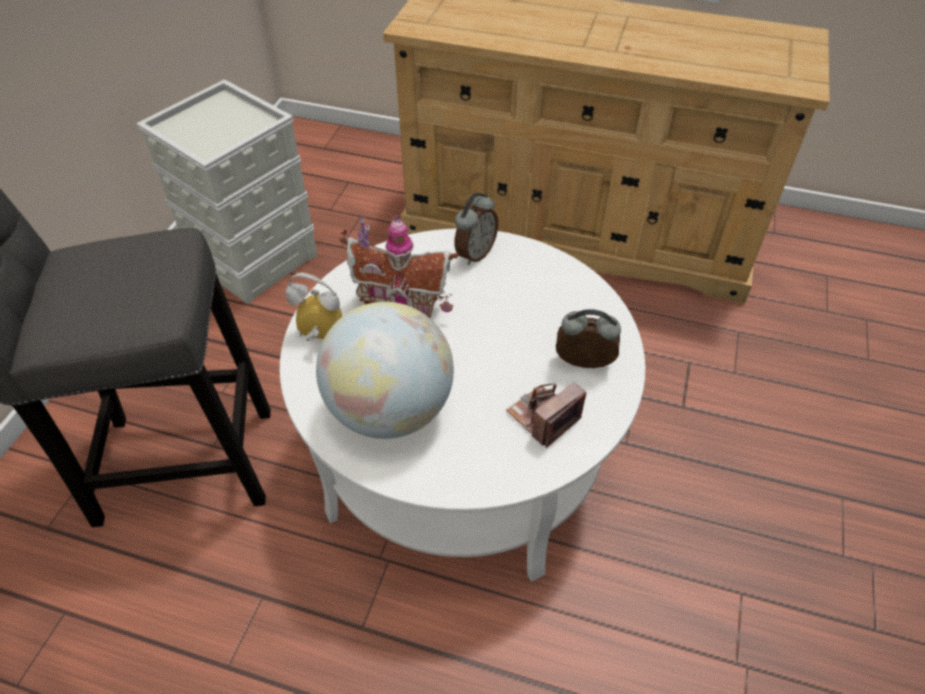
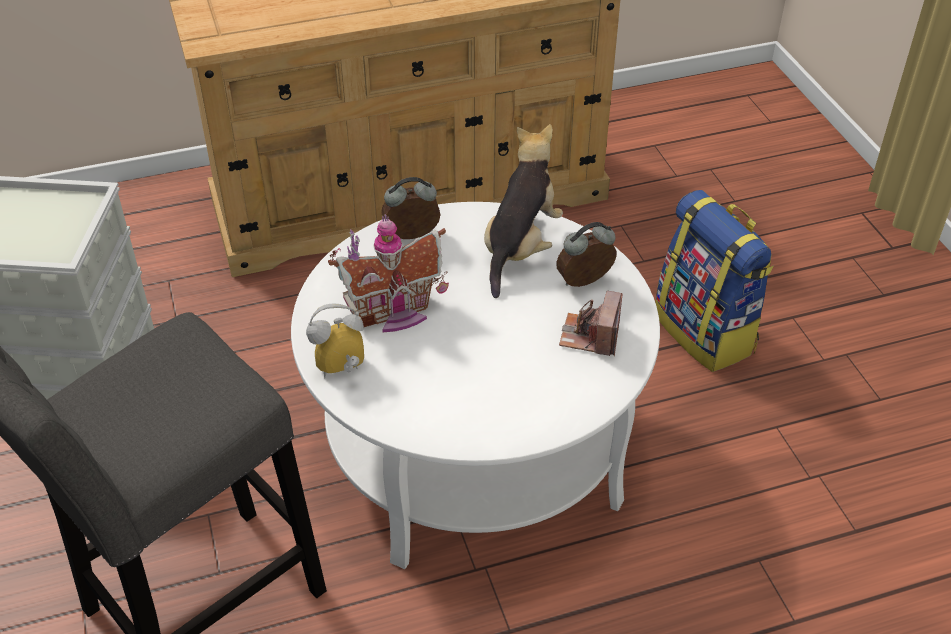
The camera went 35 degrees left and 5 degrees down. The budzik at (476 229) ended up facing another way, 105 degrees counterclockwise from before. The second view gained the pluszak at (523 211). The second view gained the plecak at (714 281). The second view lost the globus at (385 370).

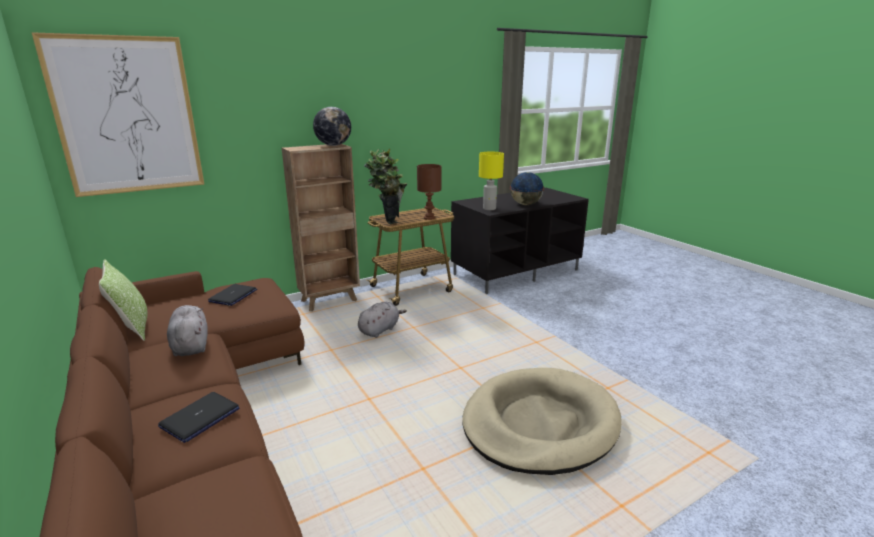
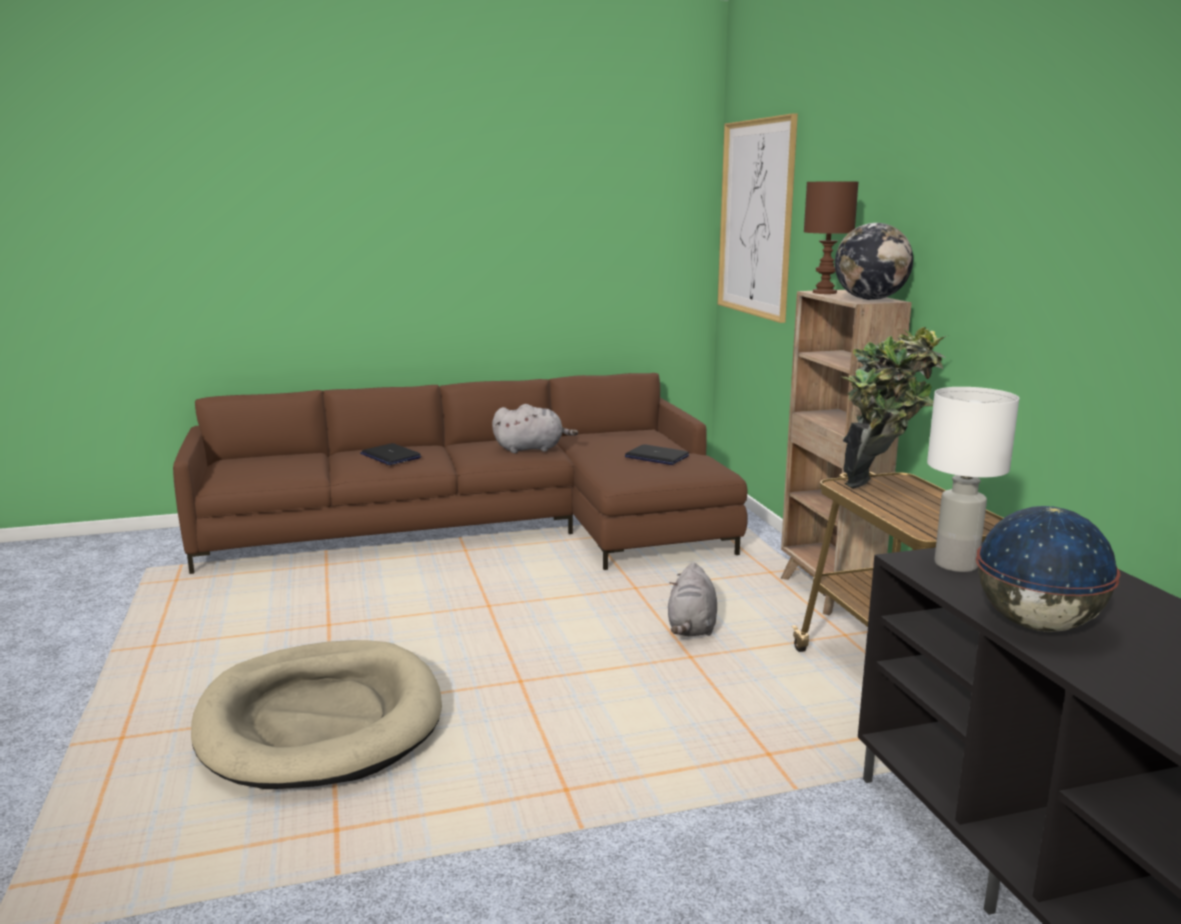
The camera went 105 degrees right and 5 degrees down. The pluszak [szary] at (382 319) ended up facing another way, 45 degrees clockwise from before. The lampa stołowa [brązowy] ended up elsewhere, having gone from (429 192) to (831 238). What was the lampa stołowa [żółty] at (491 181) turned into the lampa stołowa [biały] at (973 479). The second view lost the poduszka at (123 300).

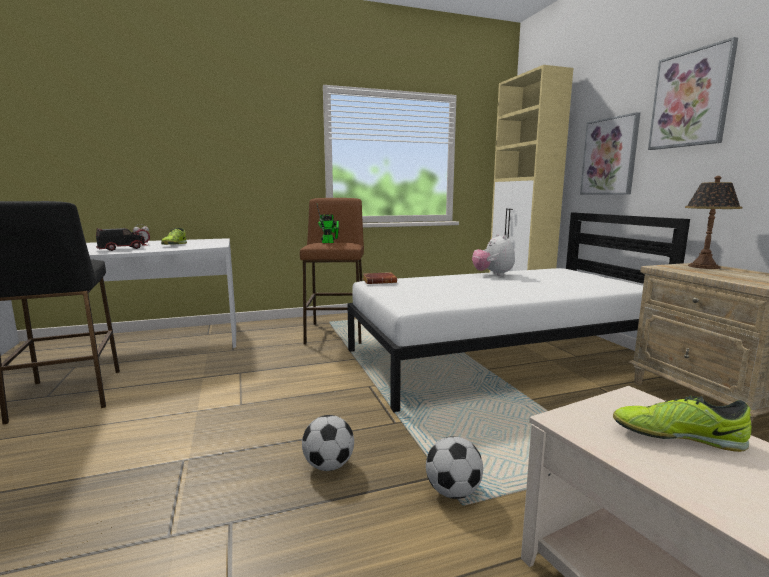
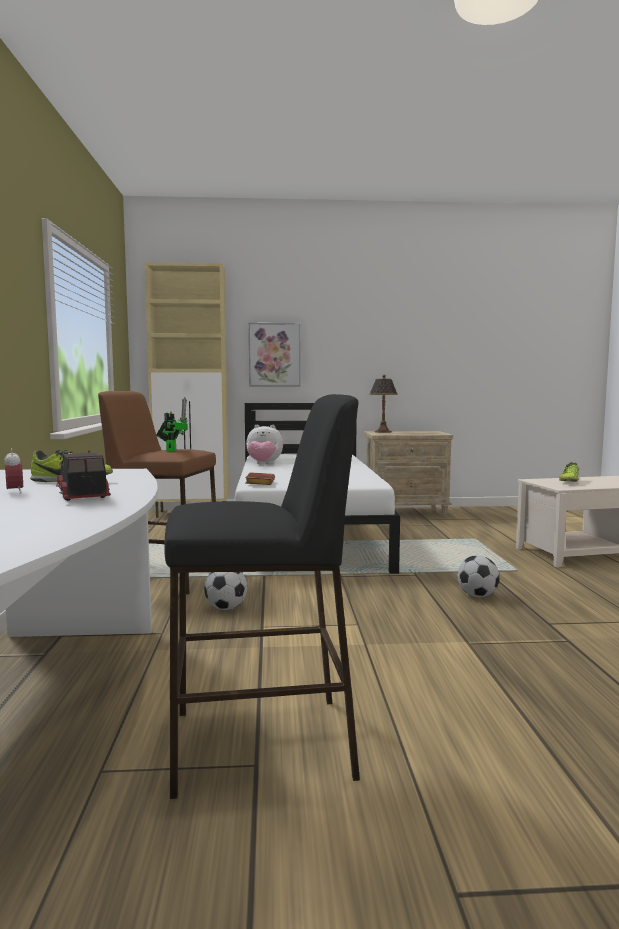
The camera went 75 degrees left and 5 degrees down. The piłka futbolowa ended up elsewhere, having gone from (454 467) to (225 591). The second view lost the obraz at (693 93).

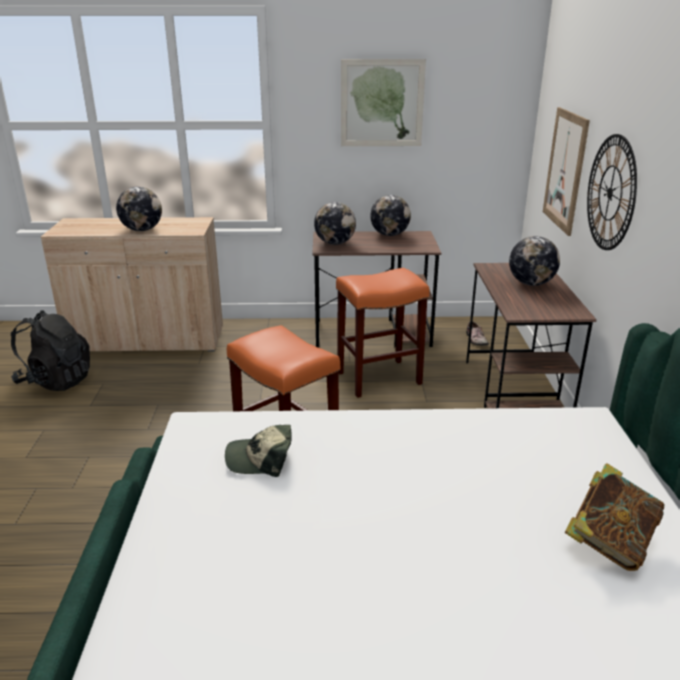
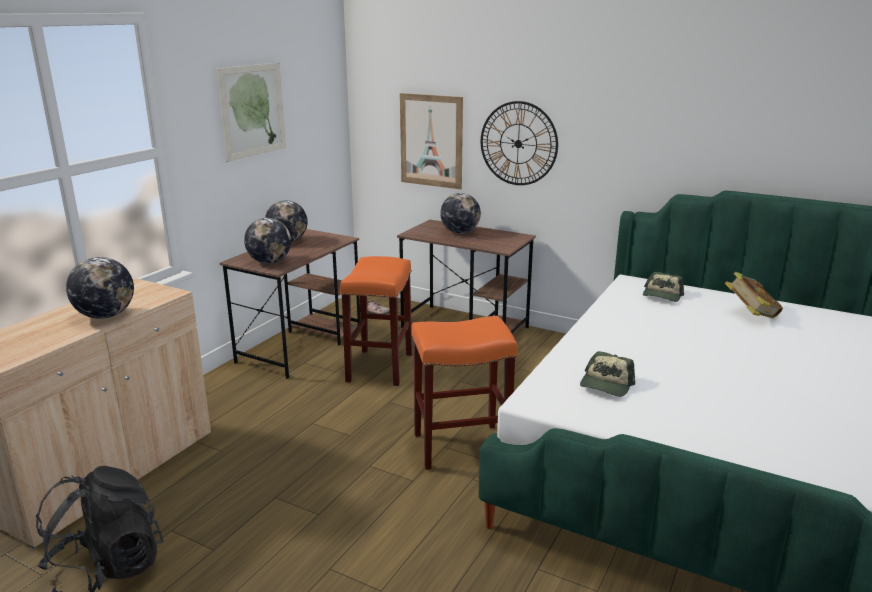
The camera went 60 degrees left and 5 degrees down. The second view gained the czapka z daszkiem at (663 287).

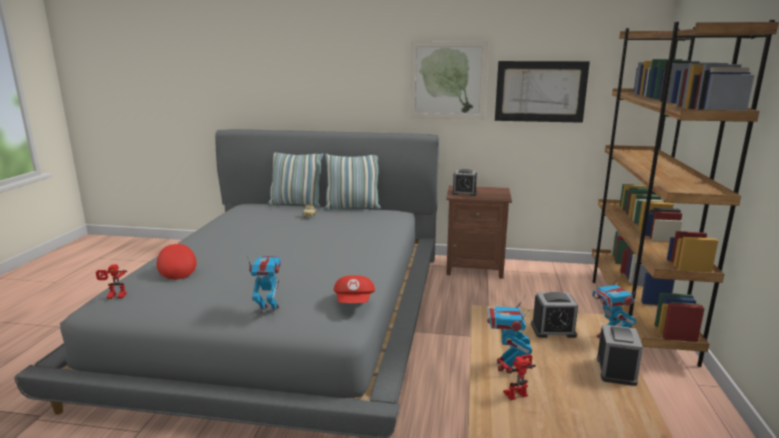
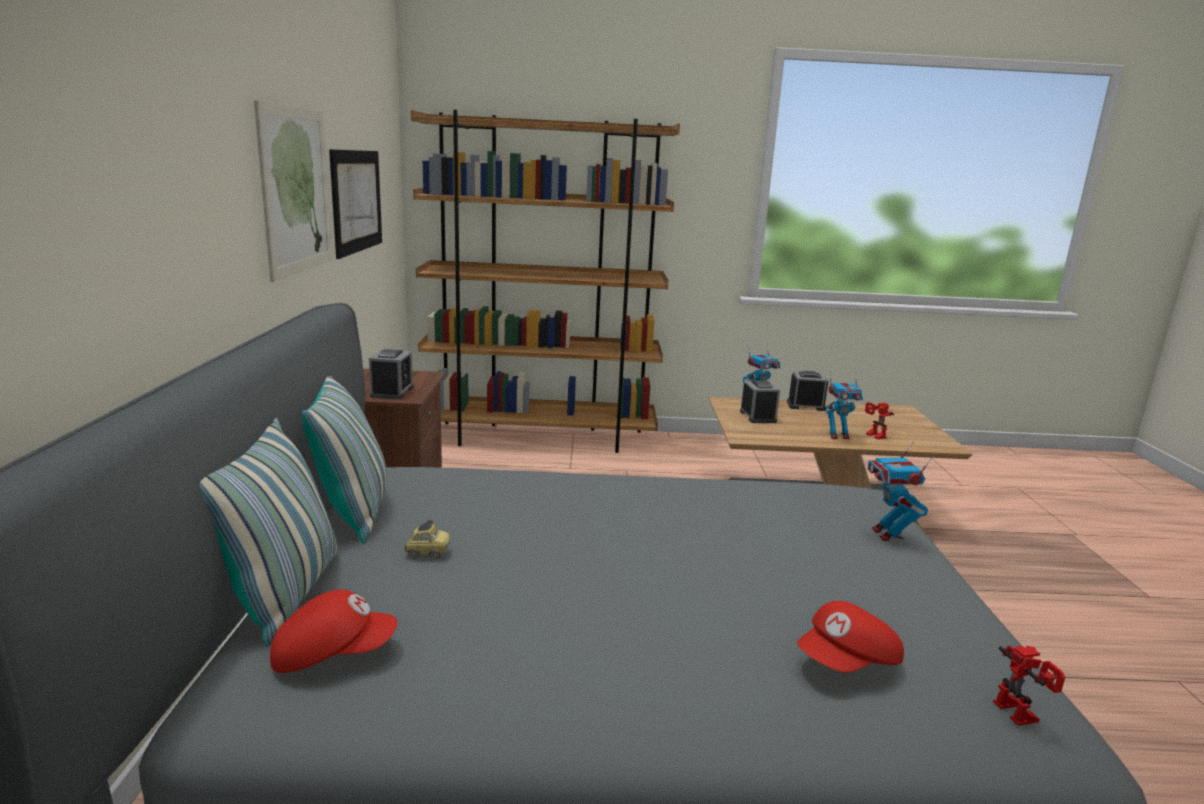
The camera went 100 degrees left and 0 degrees up. The czapka z daszkiem [czerwony] ended up elsewhere, having gone from (354 289) to (333 631).

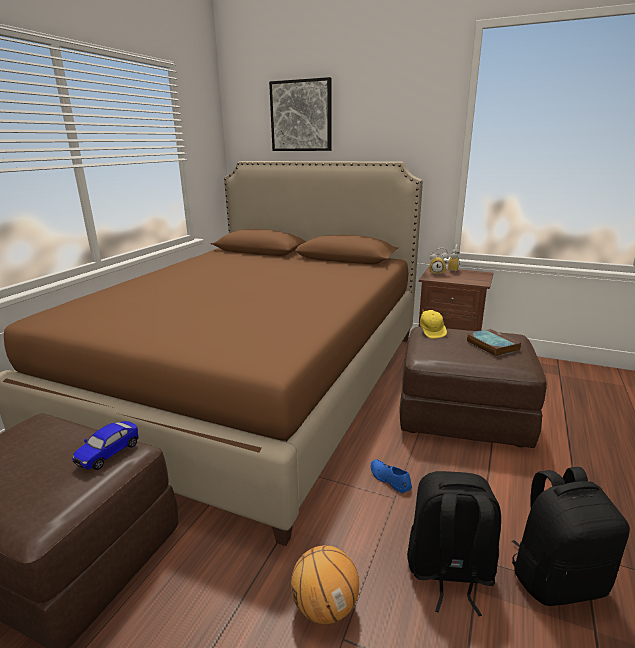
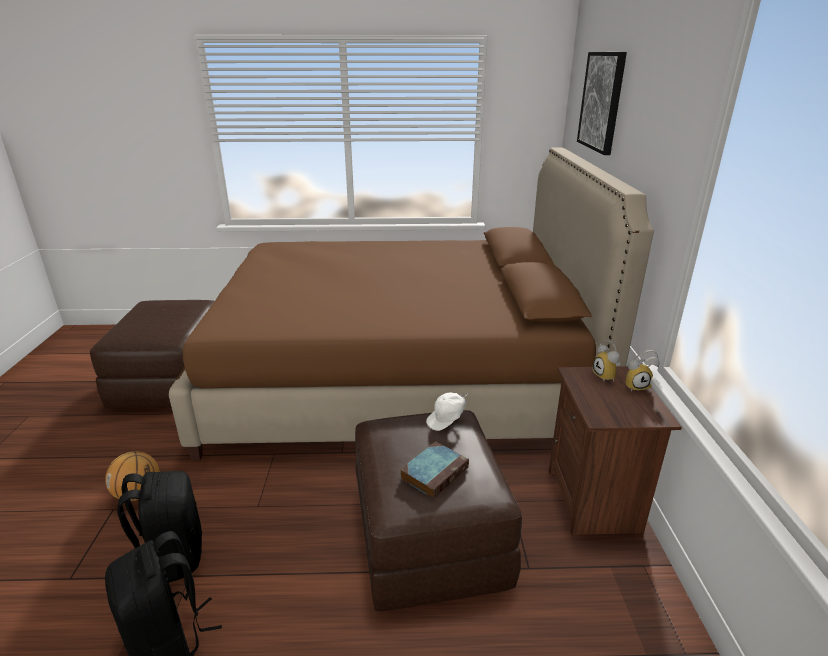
The camera went 65 degrees right and 5 degrees up. What was the czapka z daszkiem [żółty] at (433 324) turned into the czapka z daszkiem [biały] at (447 411). The second view lost the samochodzik at (105 445). The second view lost the but [niebieski] at (391 476).

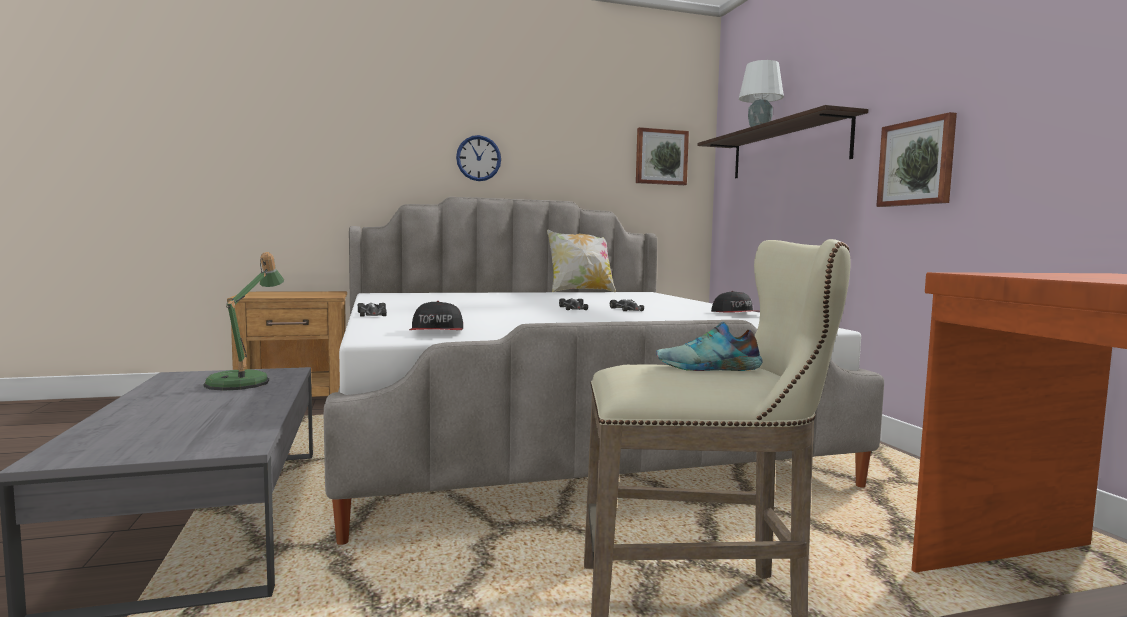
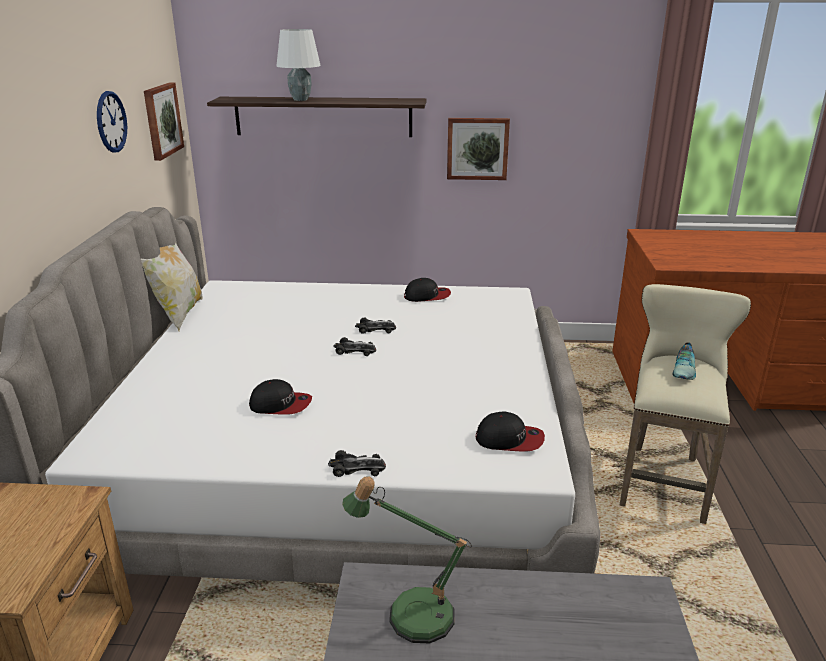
The camera went 70 degrees left and 20 degrees up. The zegar ścienny ended up elsewhere, having gone from (478 158) to (112 122). The second view gained the czapka z daszkiem at (280 397).

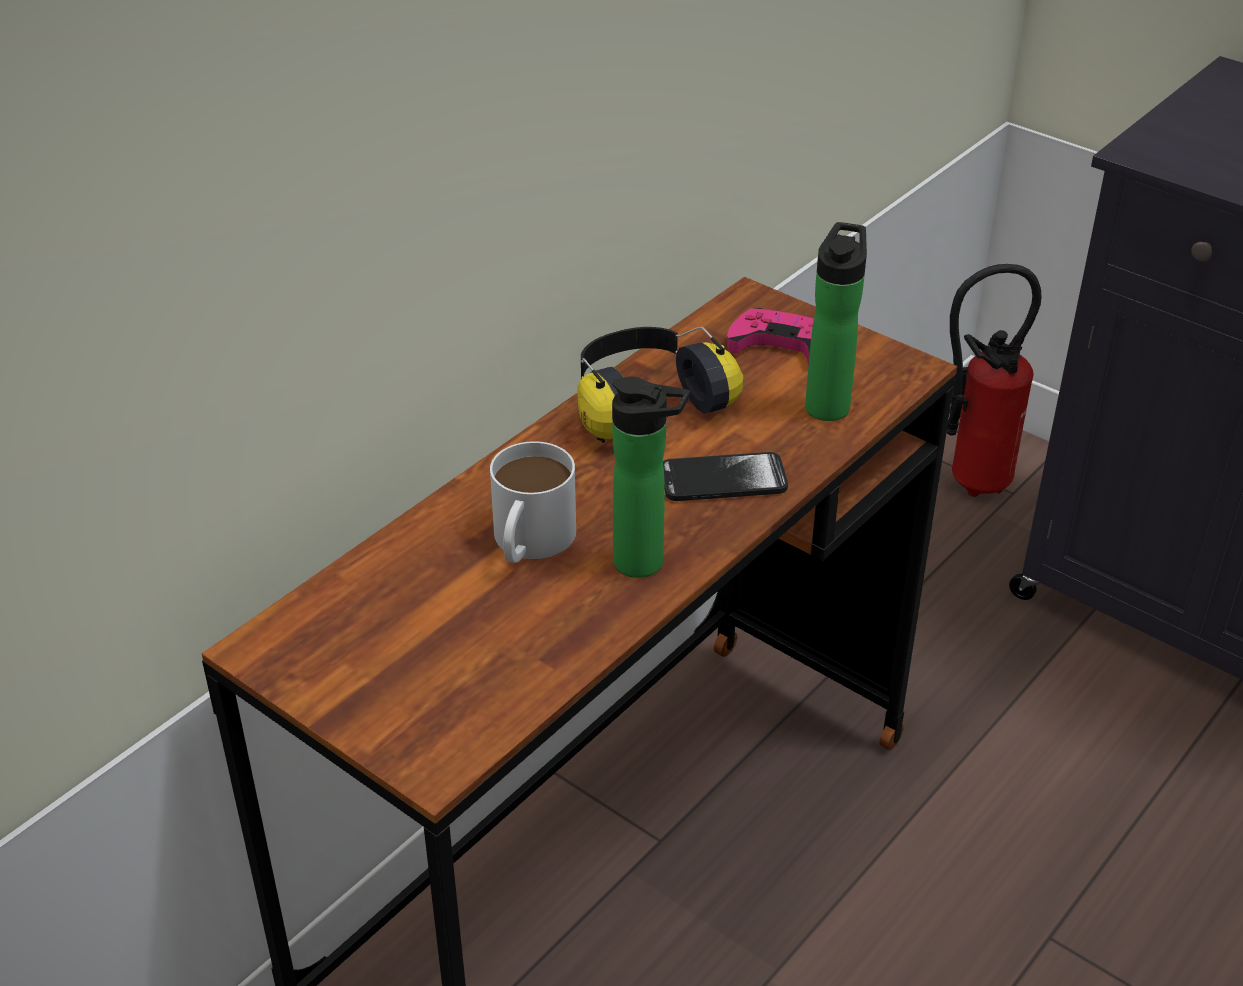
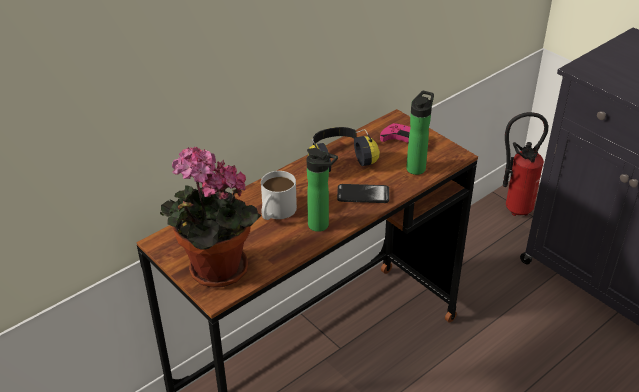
The camera went 10 degrees right and 0 degrees up. The second view gained the roślina doniczkowa at (210 217).

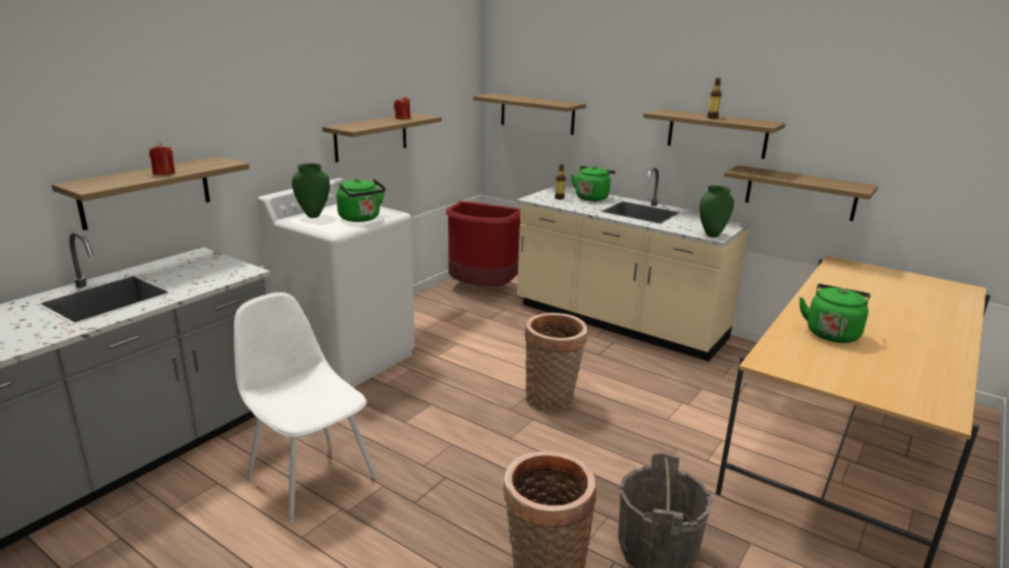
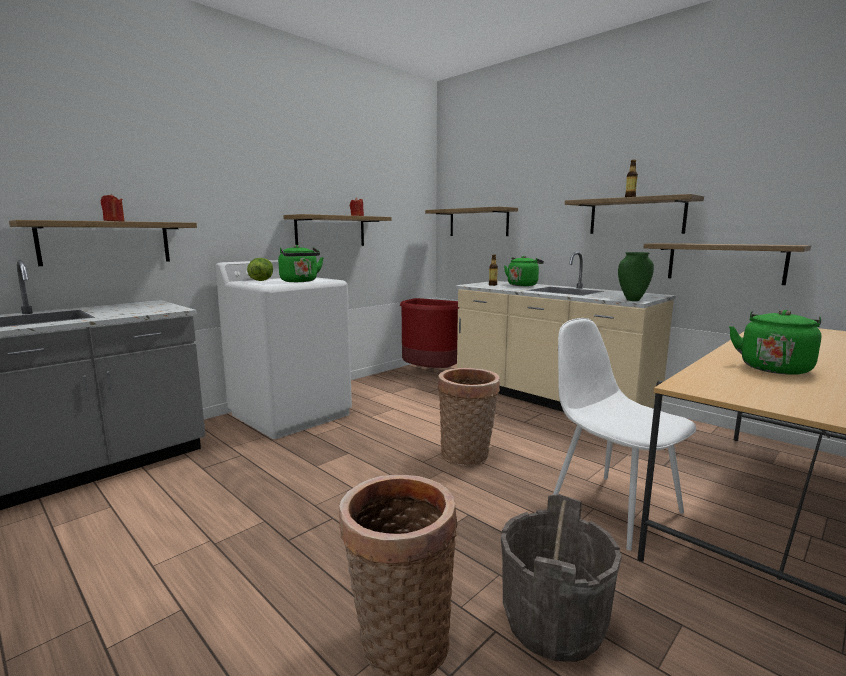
The camera went 10 degrees right and 10 degrees down. Where the wazon [zielony] stood at (311 190), the sałata came to stand at (260 269). The krzesło [biały] ended up elsewhere, having gone from (305 408) to (624 434).

